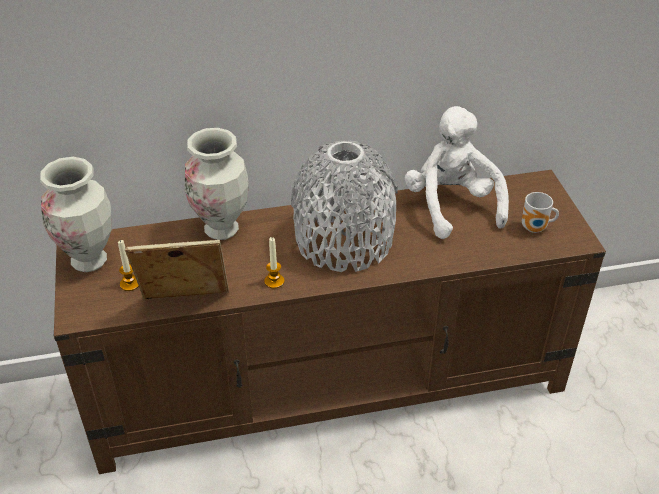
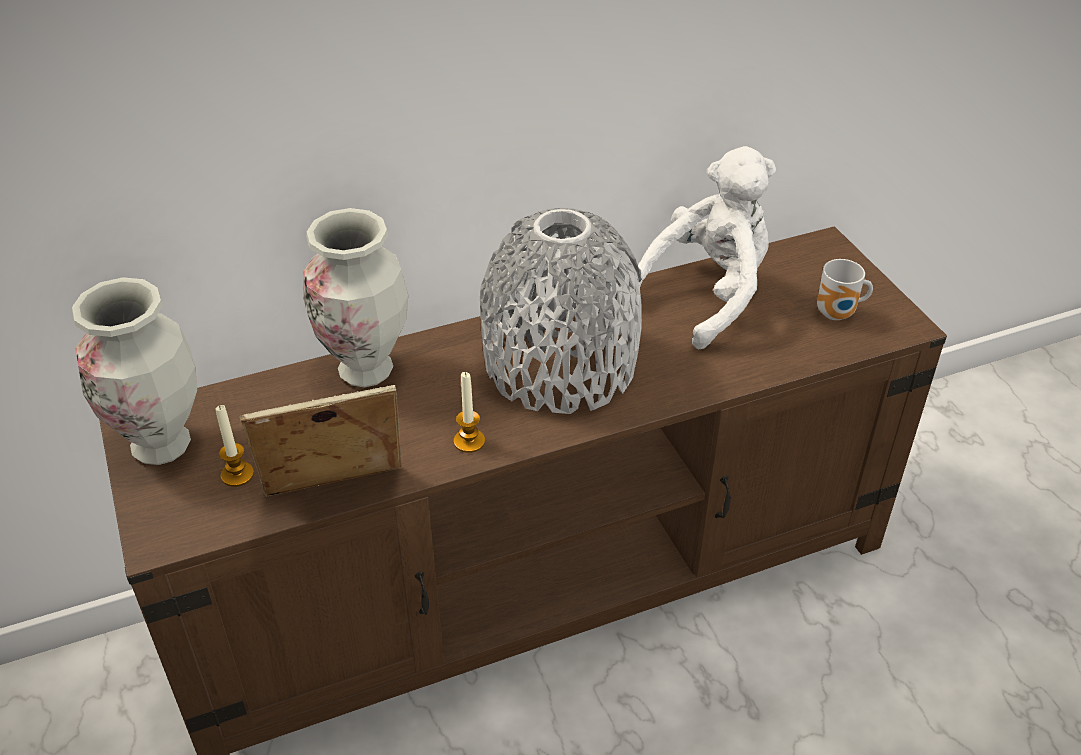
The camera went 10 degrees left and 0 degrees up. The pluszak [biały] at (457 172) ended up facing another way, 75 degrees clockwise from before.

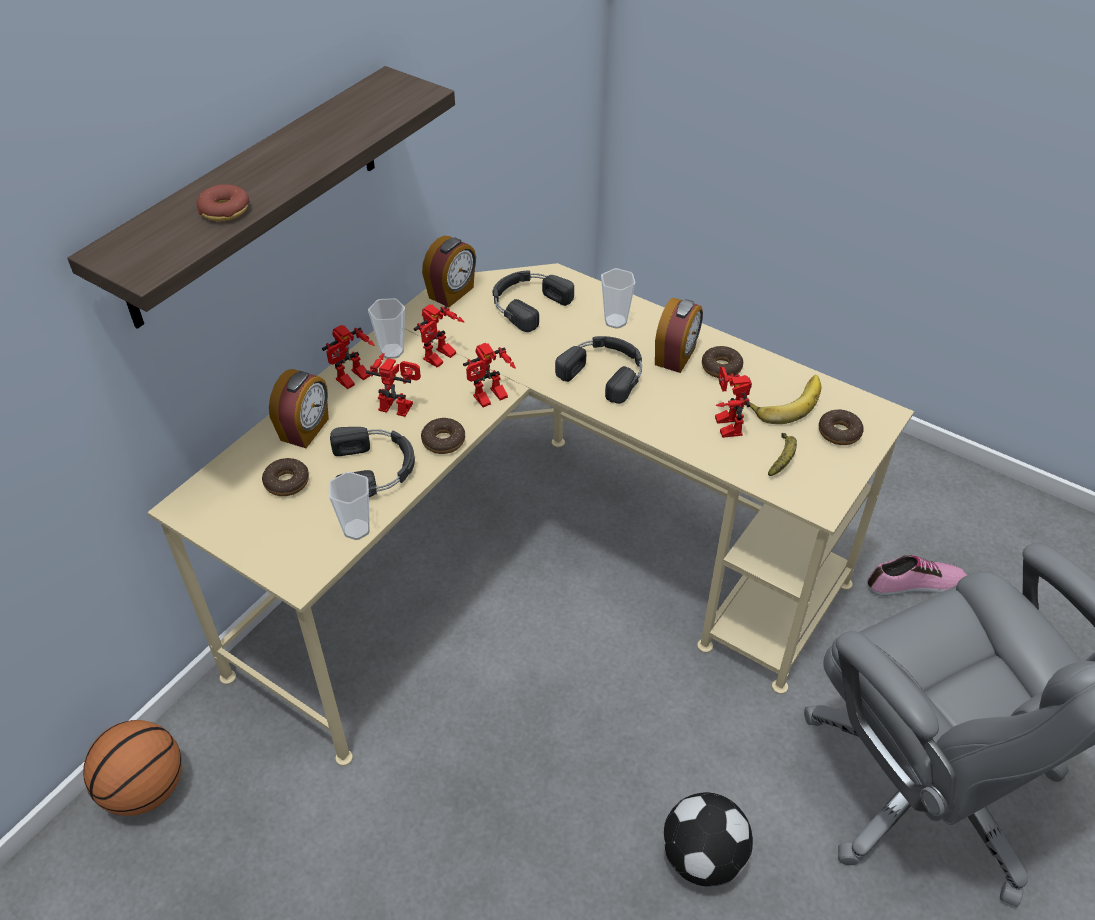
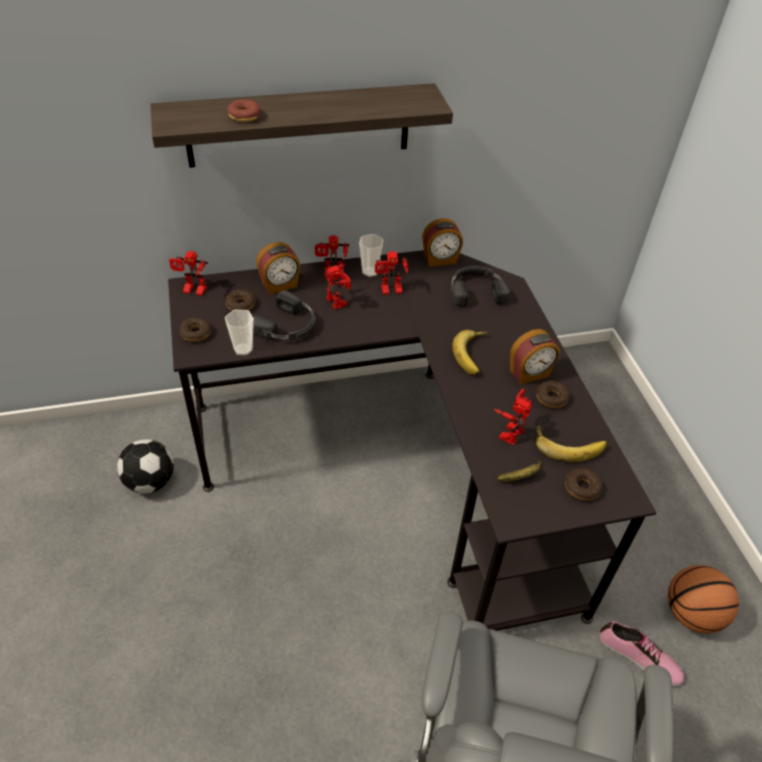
The camera went 40 degrees right and 0 degrees up. The piłka futbolowa ended up elsewhere, having gone from (708 839) to (145 466). What was the biurko [beżowy] at (530 514) turned into the biurko [czarny] at (412 440). The robot zabawkowy ended up elsewhere, having gone from (489 375) to (188 273). The donut ended up elsewhere, having gone from (443 436) to (195 329). Where the słuchawki [czarny] stood at (598 370), the banan came to stand at (470 352). The piłka do koszykówki ended up elsewhere, having gone from (132 768) to (703 599). The second view lost the filiżanka at (618 298).

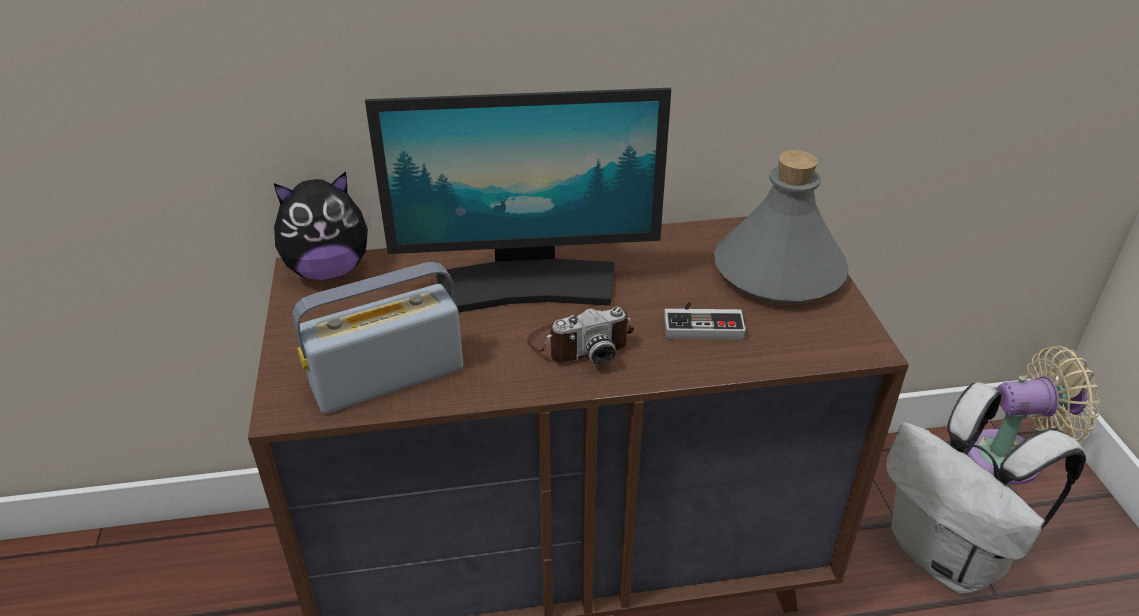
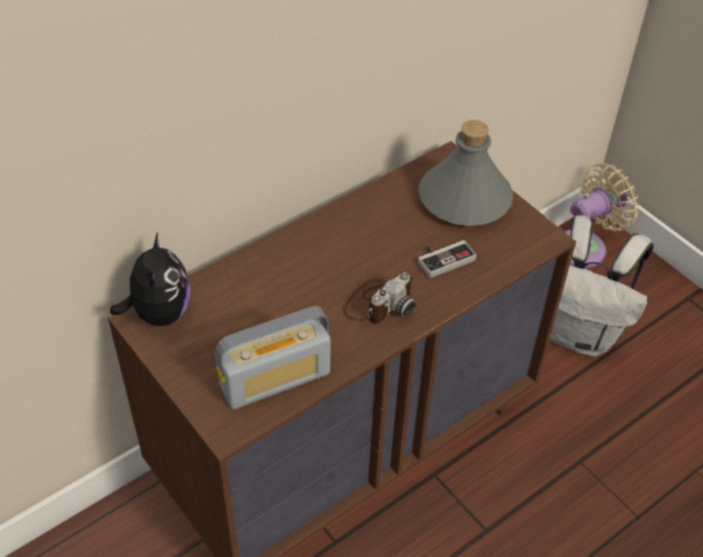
The camera went 30 degrees left and 10 degrees up. The pluszak at (322 226) ended up facing another way, 45 degrees counterclockwise from before. The radio at (378 338) ended up facing another way, 150 degrees counterclockwise from before. The second view lost the monitor at (518 200).

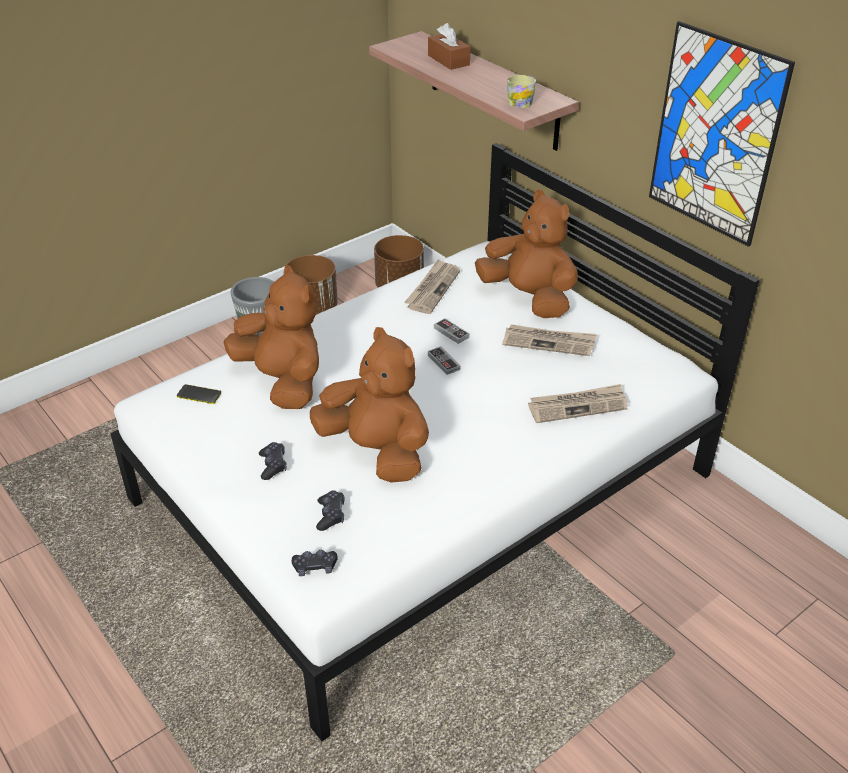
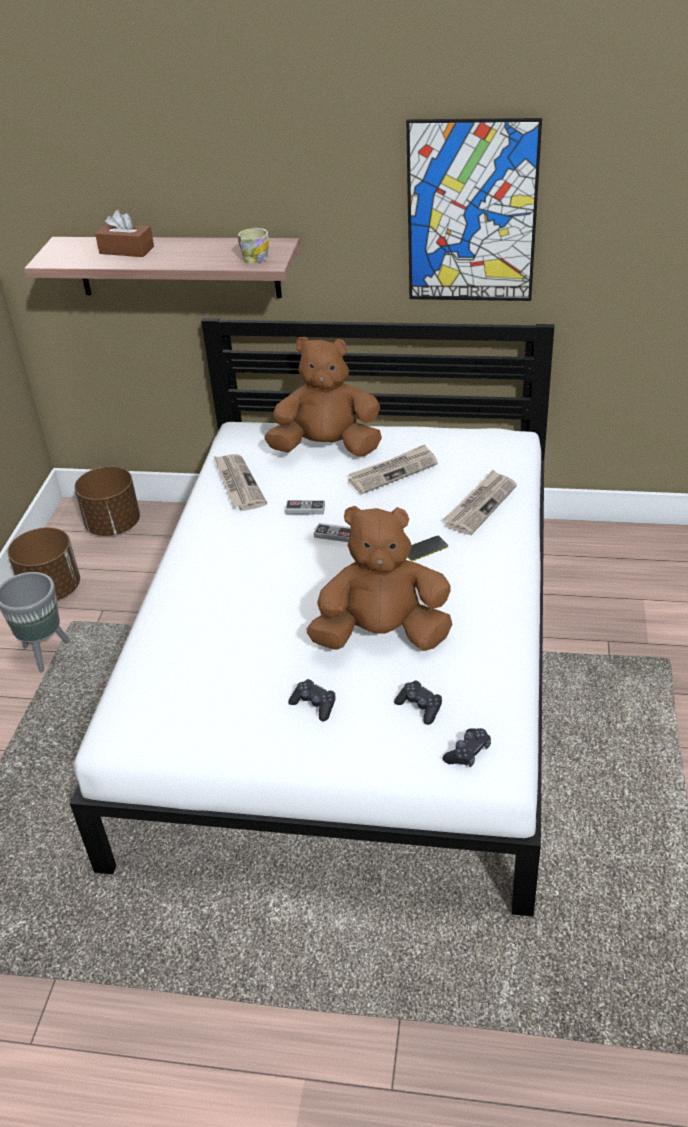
The camera went 40 degrees left and 0 degrees up. The telefon ended up elsewhere, having gone from (199 394) to (428 548). The second view lost the pluszak [brązowy] at (271 337).

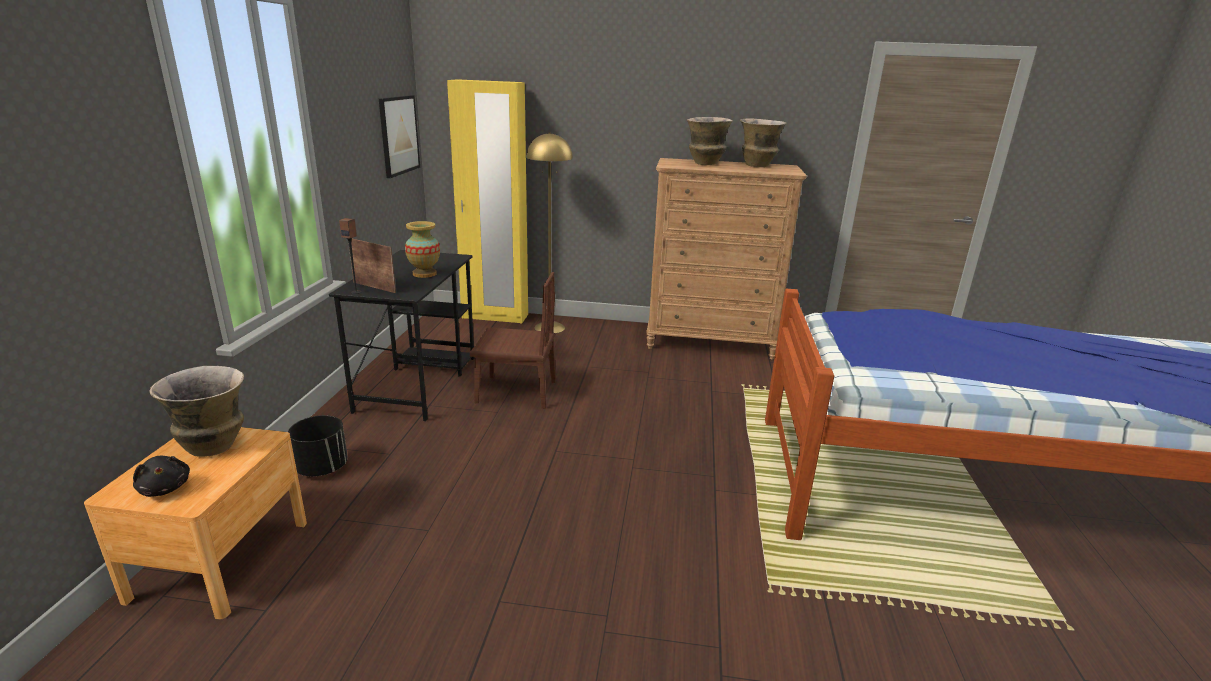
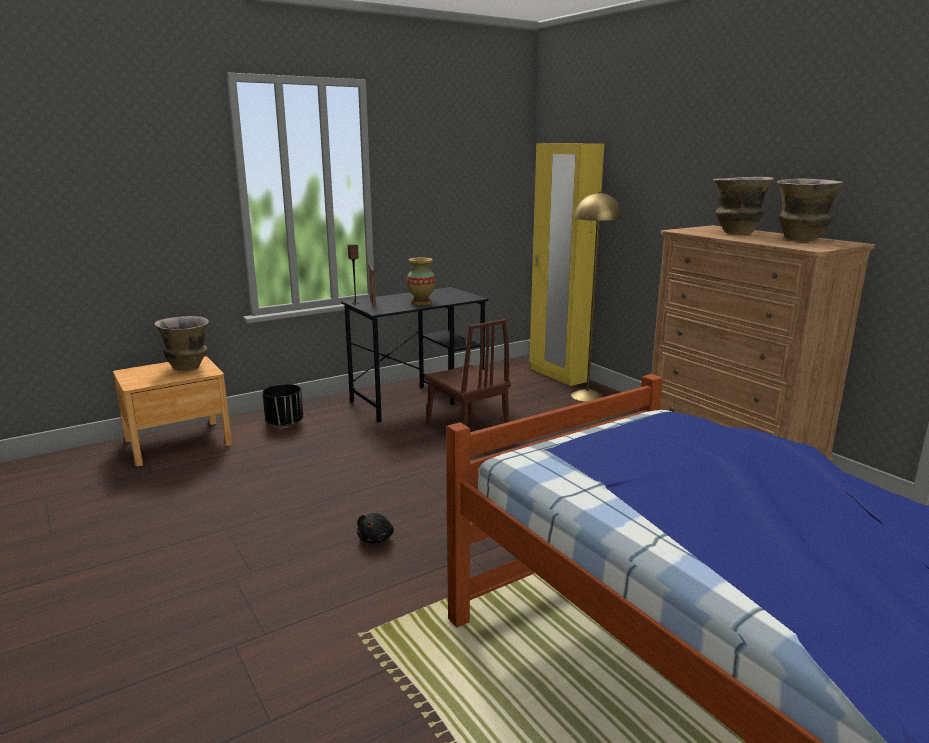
The camera went 50 degrees right and 5 degrees down. The pluszak [czarny] ended up elsewhere, having gone from (161 476) to (375 528). The second view lost the obraz at (399 136).

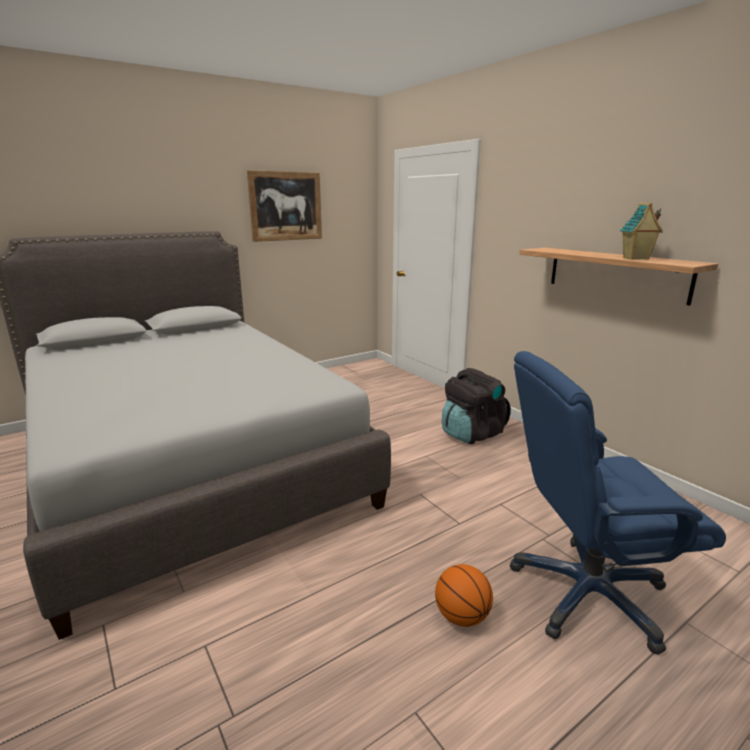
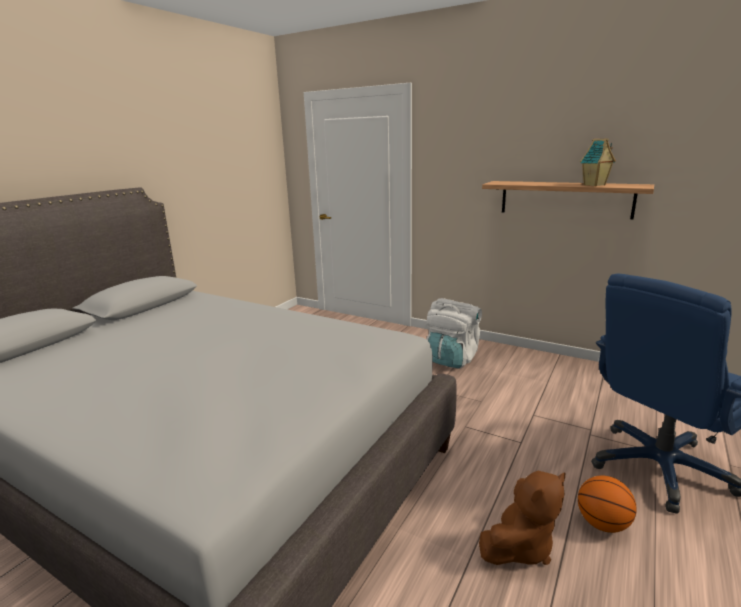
The camera went 25 degrees left and 0 degrees up. What was the plecak [czarny] at (476 406) turned into the plecak [biały] at (454 333). The second view gained the pluszak [brązowy] at (522 518). The second view lost the obraz at (284 206).

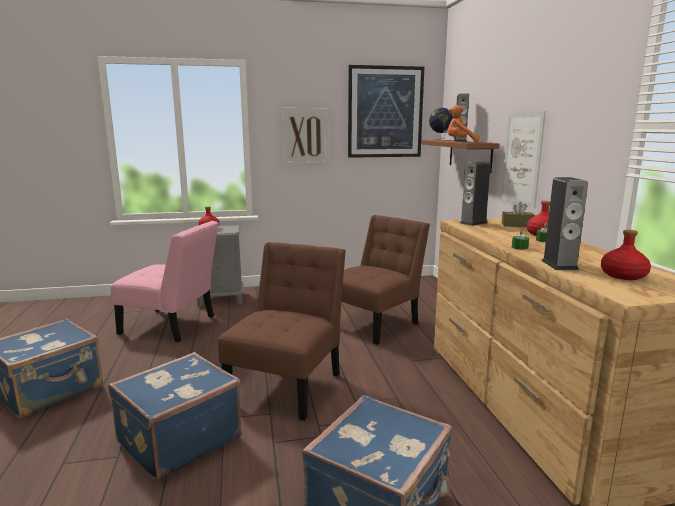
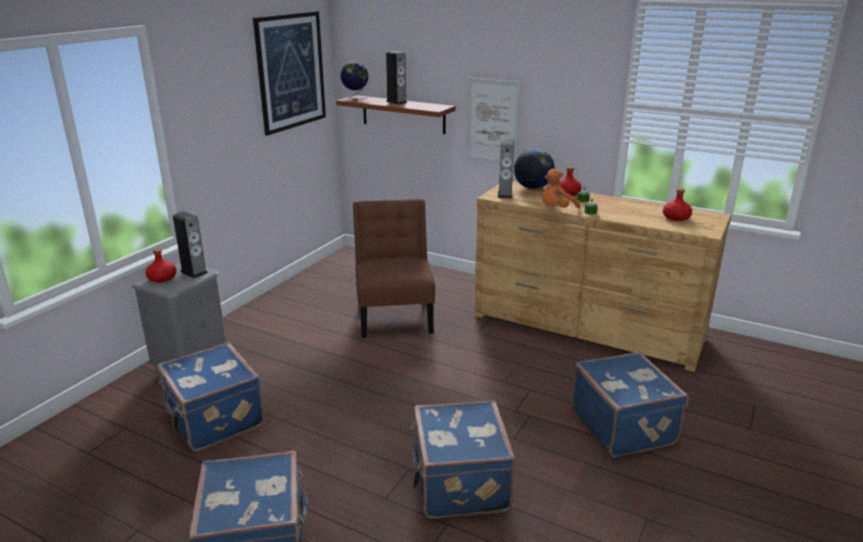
The camera went 50 degrees left and 10 degrees up. Where the krzesło [różowy] stood at (165 281), the walizka [niebieski] came to stand at (211 396). The głośnik ended up elsewhere, having gone from (564 223) to (190 244). Where the pudełko chusteczek [brązowy] stood at (518 214), the globus came to stand at (534 169). The pluszak [pomarańczowy] ended up elsewhere, having gone from (463 123) to (561 189). The second view lost the krzesło [brązowy] at (282 331). The second view lost the obraz at (305 136).

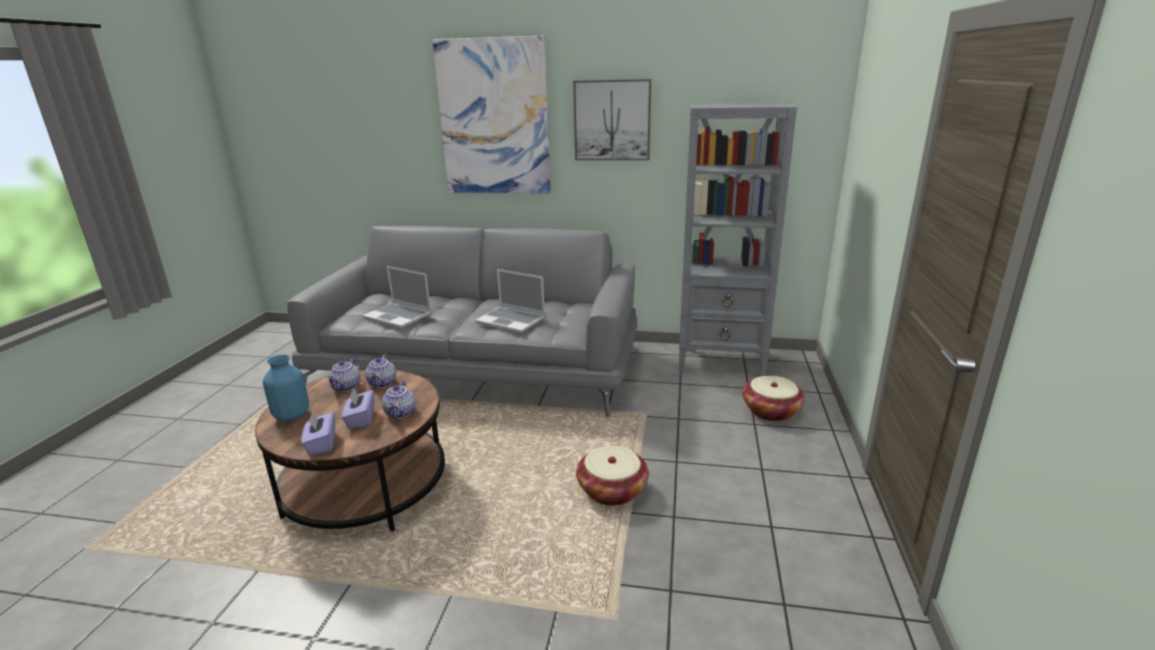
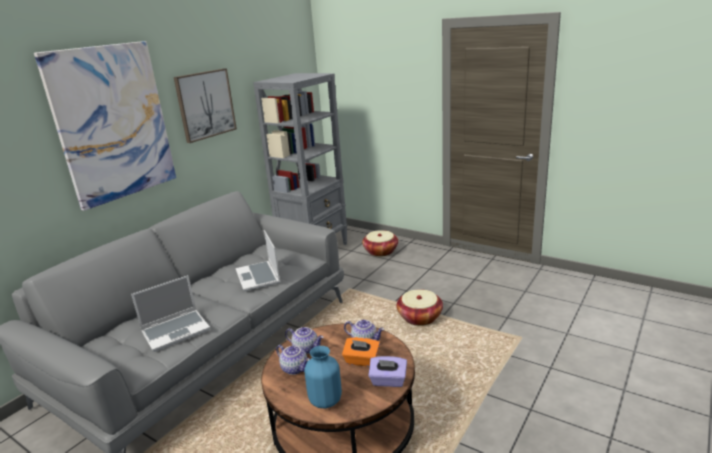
The camera went 65 degrees left and 0 degrees up. The laptop at (510 301) ended up facing another way, 105 degrees clockwise from before. What was the pudełko chusteczek [fioletowy] at (358 408) turned into the pudełko chusteczek [pomarańczowy] at (361 352).

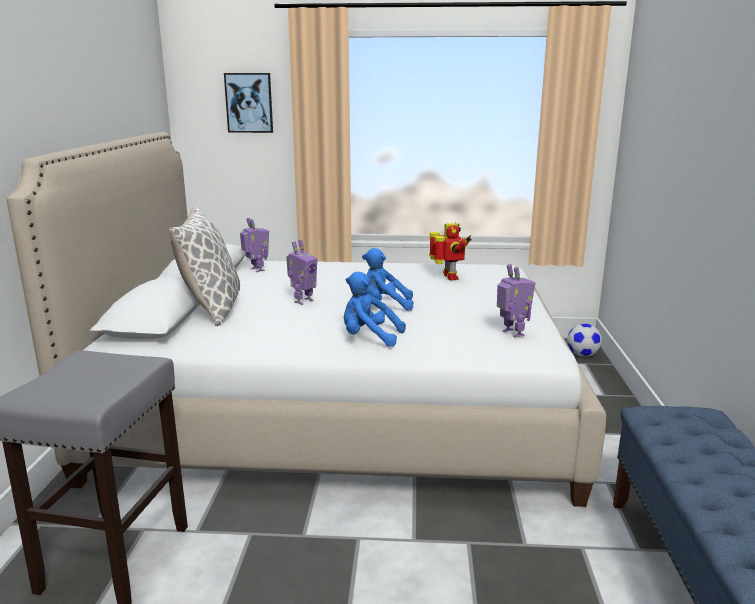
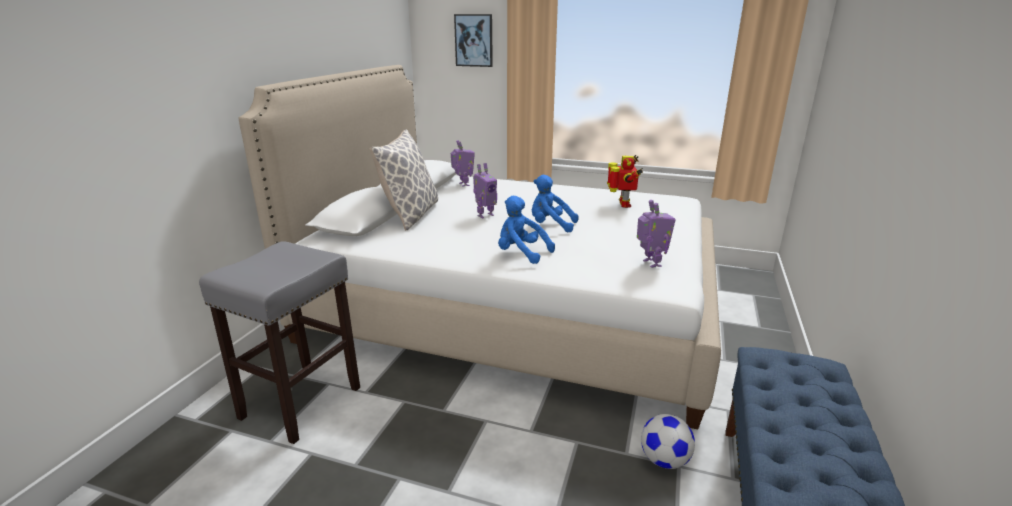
The camera went 15 degrees right and 5 degrees up. The piłka futbolowa ended up elsewhere, having gone from (584 340) to (668 441).

